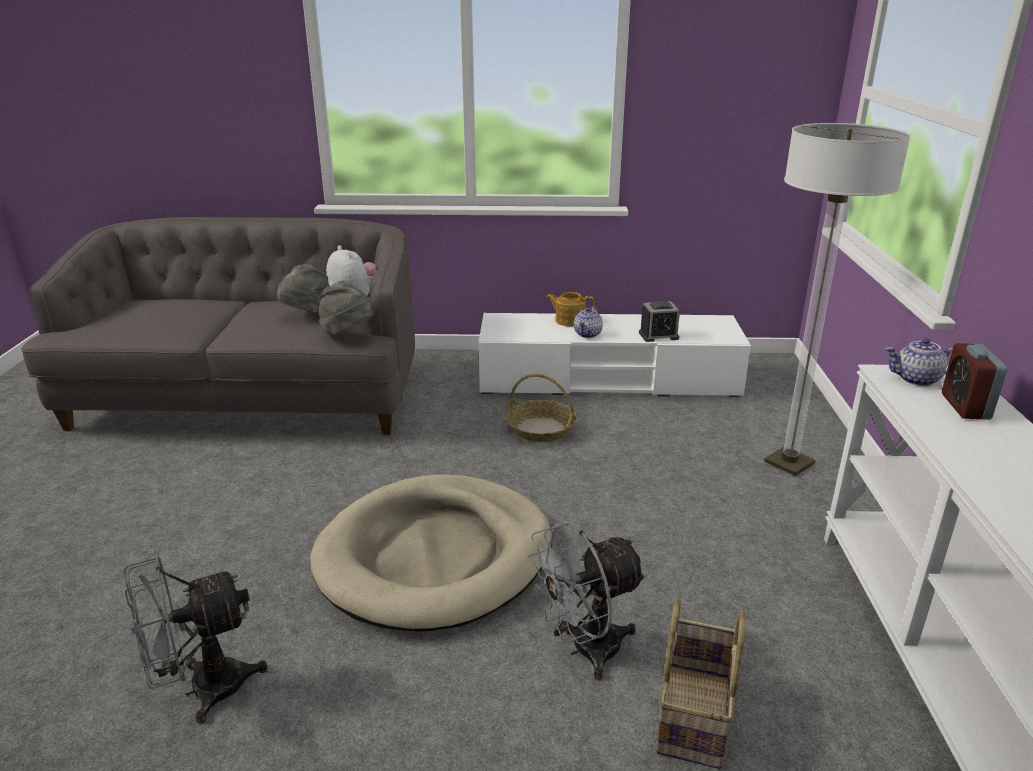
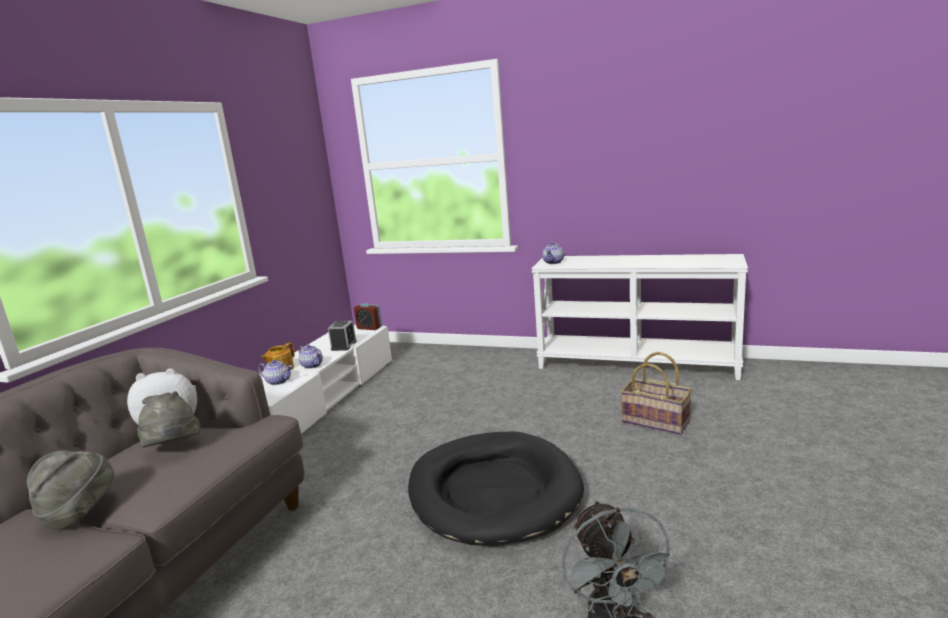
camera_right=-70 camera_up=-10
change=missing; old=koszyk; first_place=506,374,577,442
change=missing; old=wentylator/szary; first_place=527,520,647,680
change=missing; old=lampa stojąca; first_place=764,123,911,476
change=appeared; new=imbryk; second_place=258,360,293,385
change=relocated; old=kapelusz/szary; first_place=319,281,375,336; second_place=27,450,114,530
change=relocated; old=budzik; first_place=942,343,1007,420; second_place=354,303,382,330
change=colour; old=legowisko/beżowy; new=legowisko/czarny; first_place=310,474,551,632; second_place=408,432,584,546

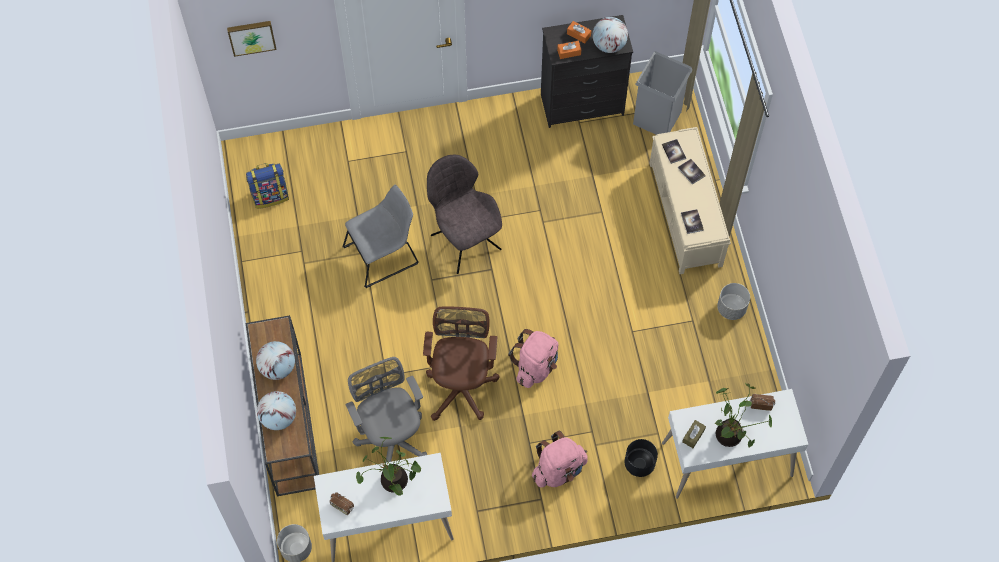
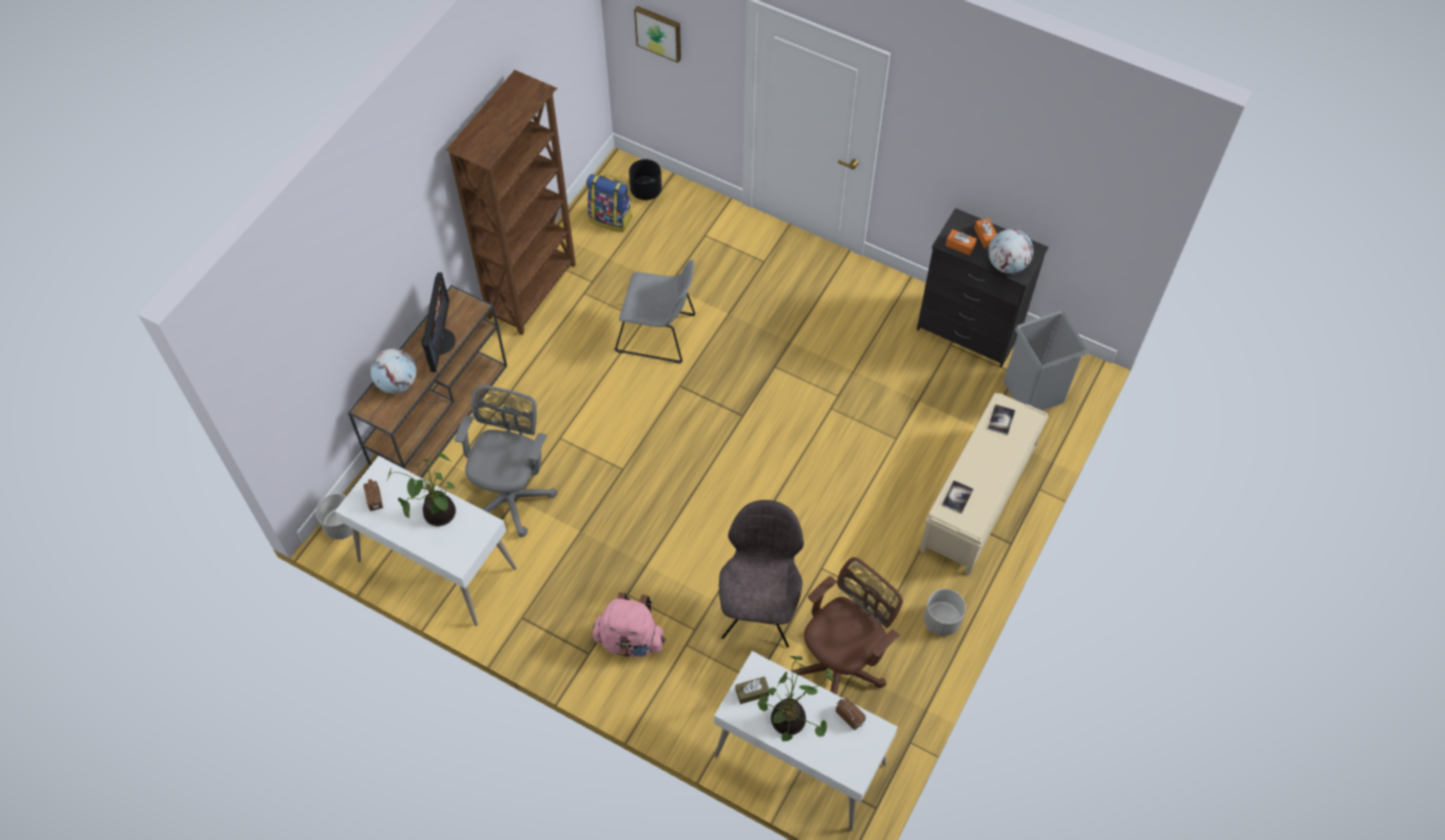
camera_right=40 camera_up=-5
change=missing; old=plecak/różowy; first_place=508,329,558,388
change=missing; old=książka; first_place=678,159,706,185
change=appeared; new=regał/brązowy; second_place=445,70,576,335
change=relocated; old=krzesło biurowe/brązowy; first_place=423,306,499,421; second_place=793,557,903,695
change=relocated; old=krzesło/szary; first_place=427,155,502,274; second_place=719,500,804,648
change=relocated; old=donica/czarny; first_place=625,439,658,477; second_place=629,159,662,200
change=exchanged; old=globus; new=monitor; first_place=256,341,295,380; second_place=421,272,456,373

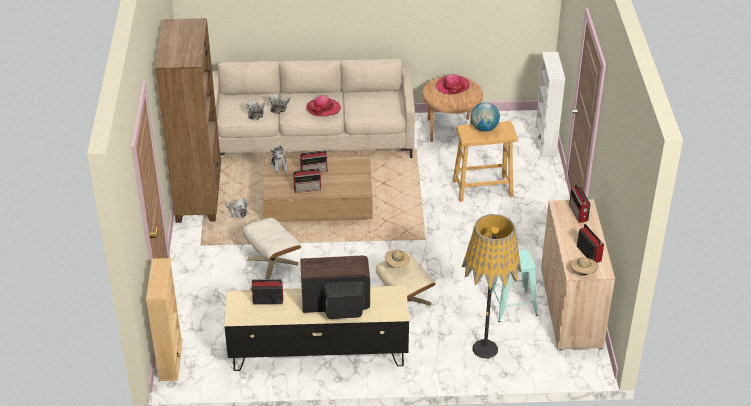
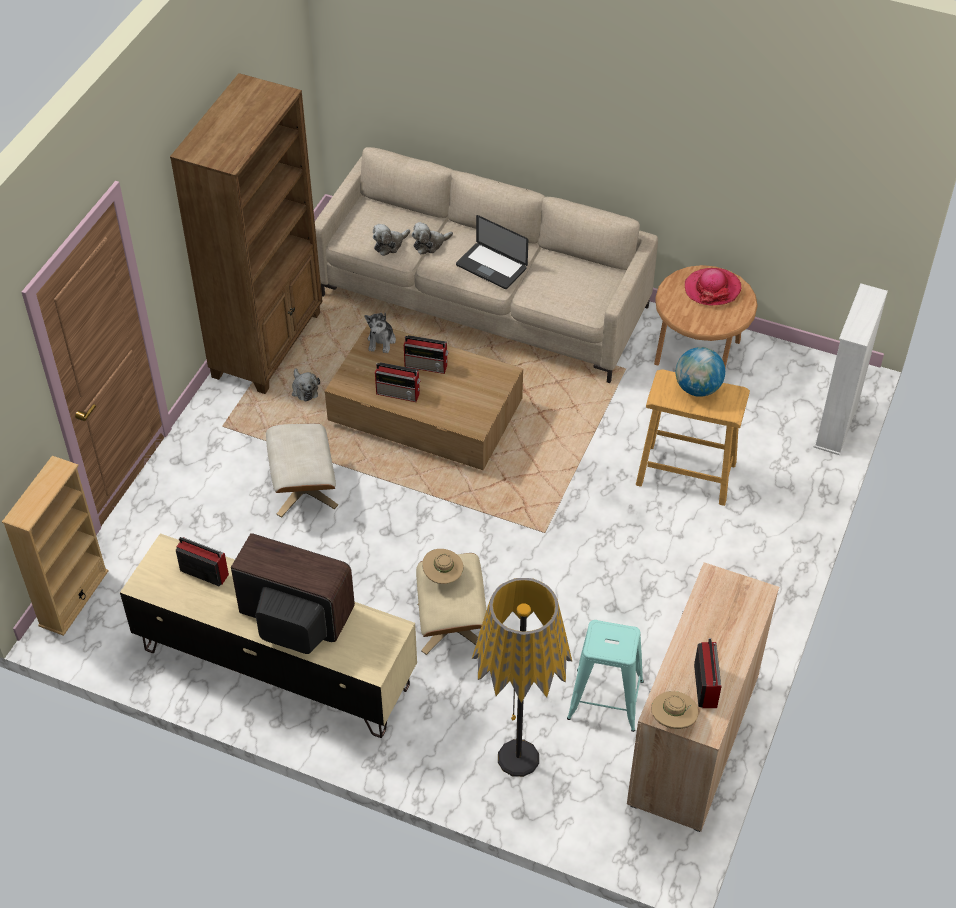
camera_right=25 camera_up=10
change=missing; old=radio; first_place=569,184,591,223
change=exchanged; old=kapelusz; new=laptop; first_place=306,95,341,116; second_place=456,215,528,289

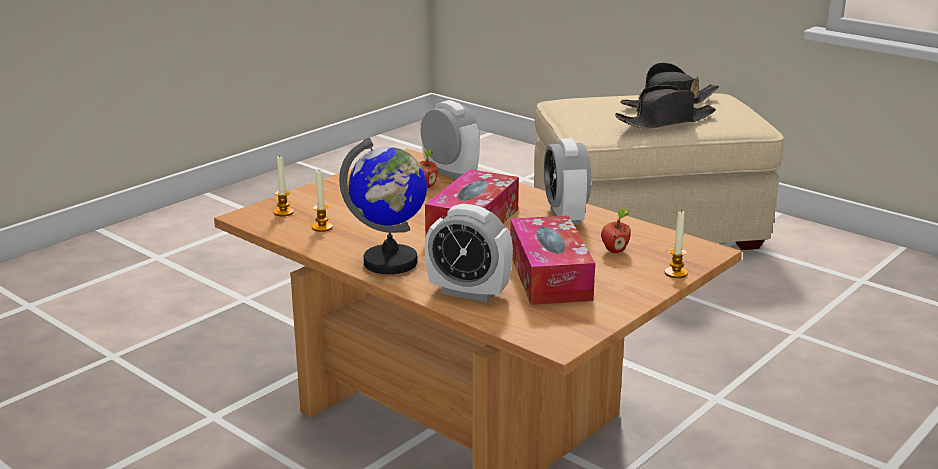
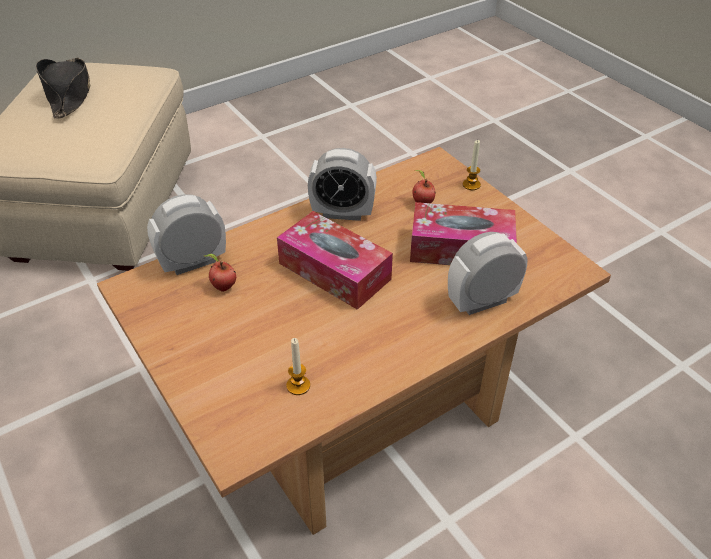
camera_right=-75 camera_up=20
change=missing; old=świeca; first_place=273,155,294,216
change=missing; old=globus; first_place=339,138,427,274
change=missing; old=kapelusz/czarny; first_place=615,85,716,129
change=spun; old=budzik; first_place=425,204,513,302; second_place=448,232,528,315; degrees=-150

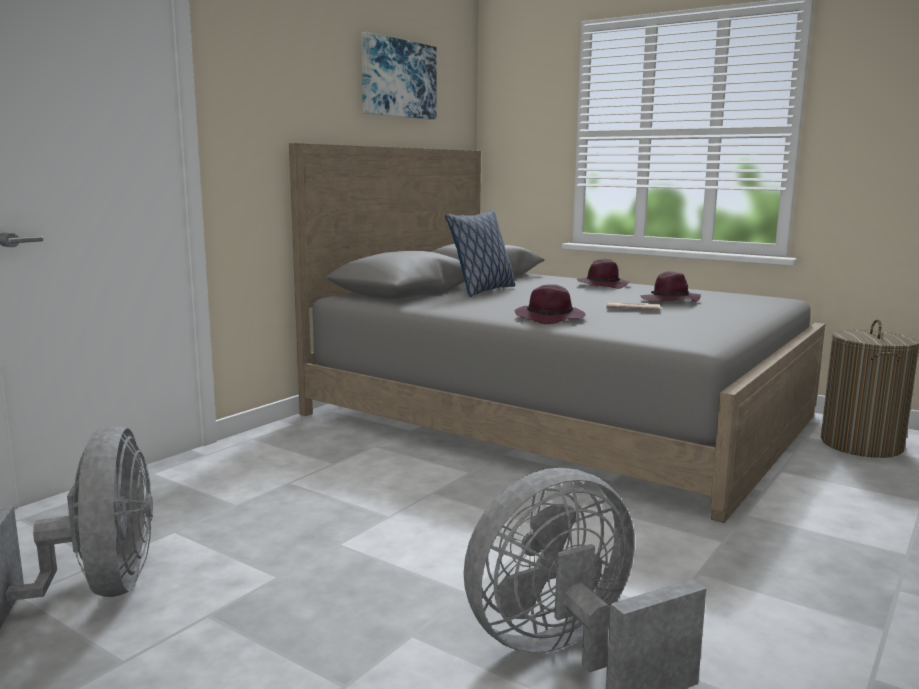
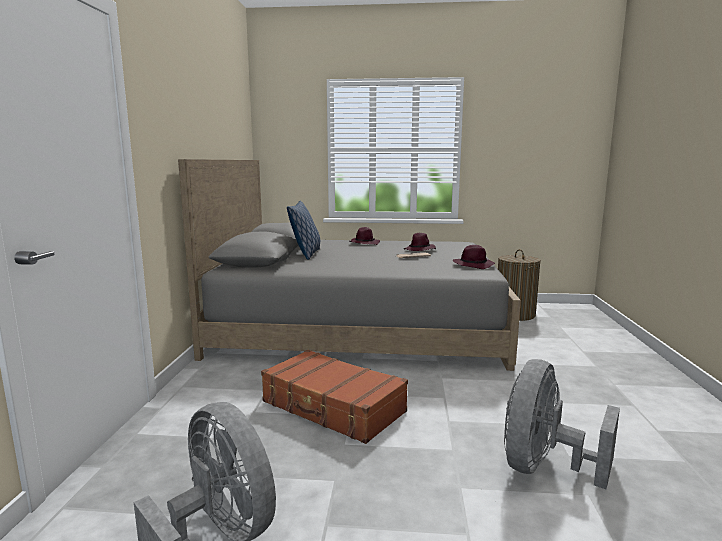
camera_right=-30 camera_up=0
change=missing; old=obraz; first_place=361,32,436,120
change=appeared; new=walizka/brązowy; second_place=261,350,408,444
change=relocated; old=kapelusz/fioletowy; first_place=515,284,586,324; second_place=453,245,495,269

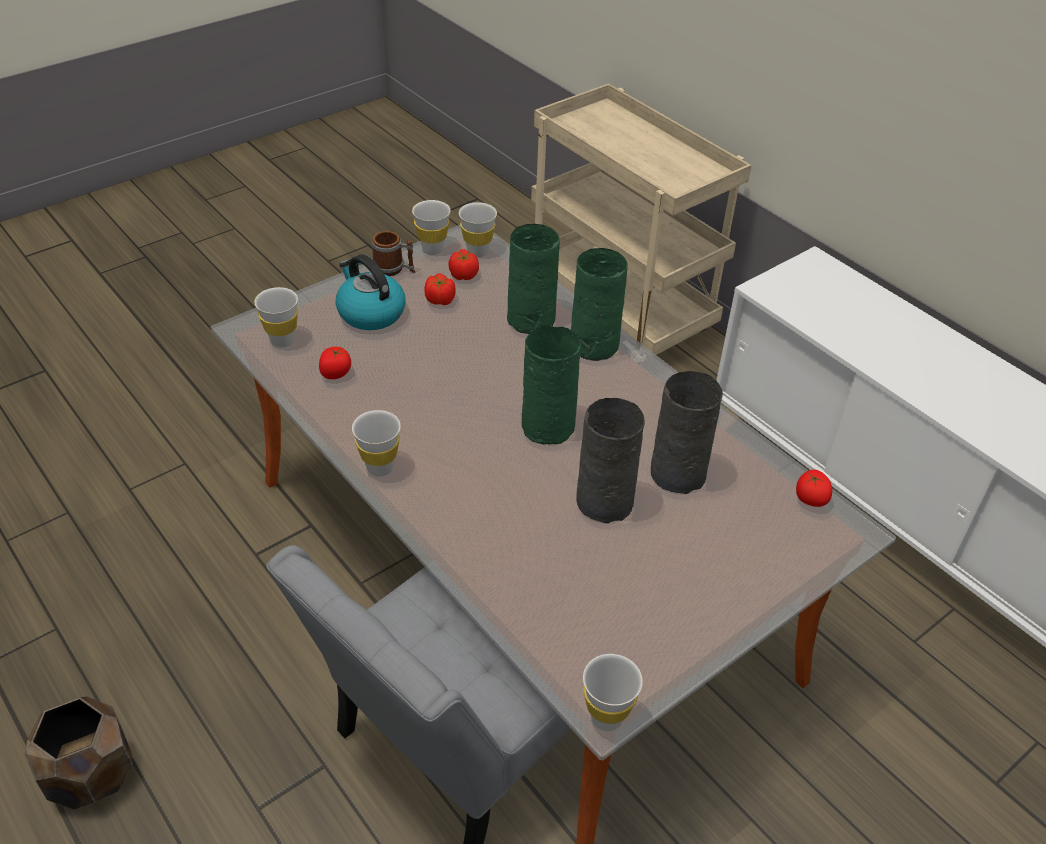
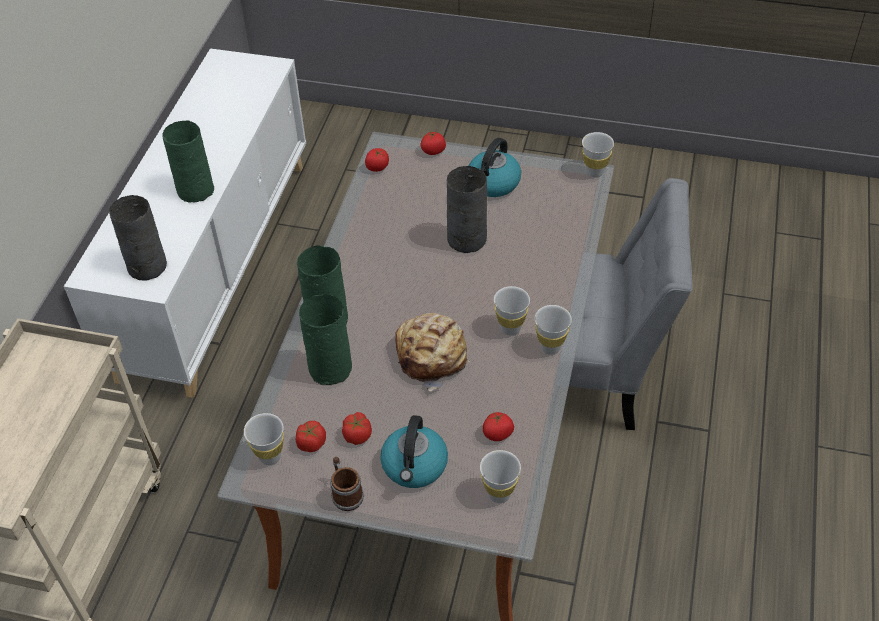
camera_right=-125 camera_up=5
change=missing; old=donica/brązowy; first_place=25,696,132,810
change=appeared; new=chleb; second_place=395,313,470,391
change=appeared; new=pomidor; second_place=421,131,446,155
change=appeared; new=czajnik; second_place=469,138,521,197
change=relocated; old=filiżanka/biały; first_place=412,200,450,255; second_place=494,286,530,336
change=relocated; old=wazon/zielony; first_place=522,325,581,445; second_place=162,120,214,203
change=relocated; old=wazon/szary; first_place=651,371,723,494; second_place=109,195,167,281

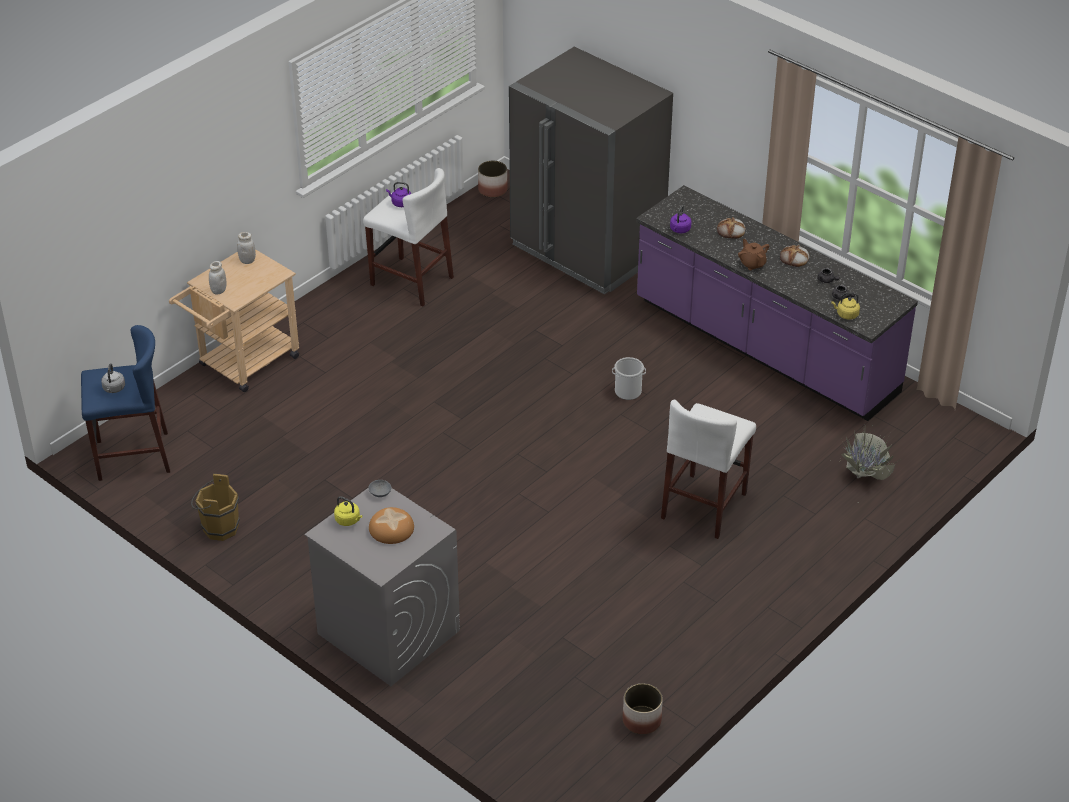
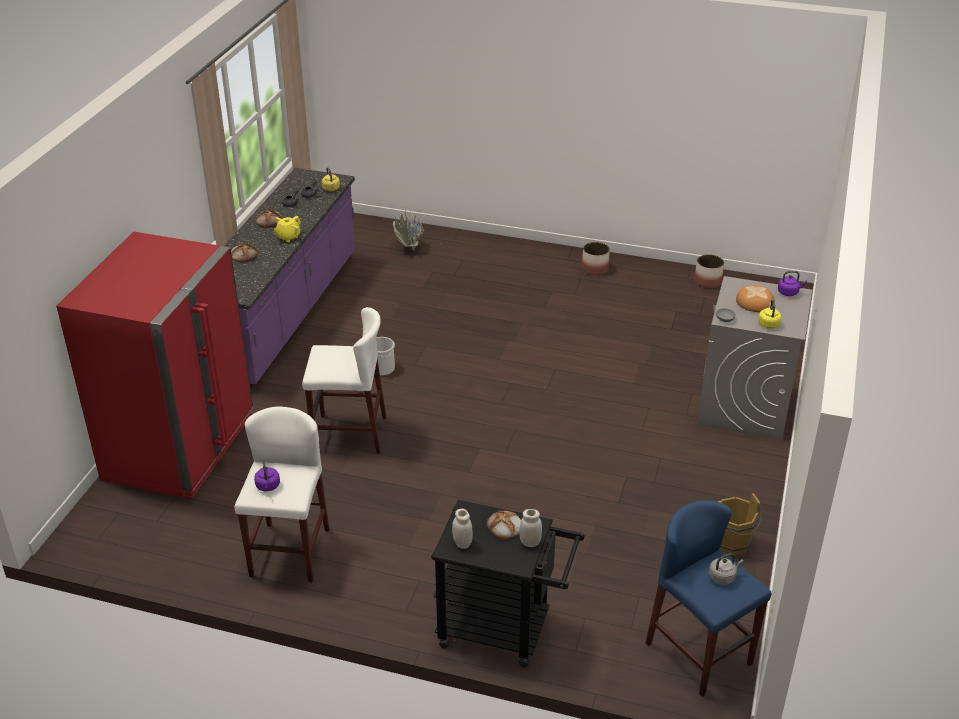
camera_right=-115 camera_up=-5
change=appeared; new=chleb; second_place=487,510,521,540
change=relocated; old=donica; first_place=478,161,508,197; second_place=582,242,610,275
change=relocated; old=stołek/biały; first_place=661,399,756,539; second_place=302,307,386,453
change=relocated; old=czajnik/fioletowy; first_place=670,206,692,233; second_place=778,271,807,296
change=colour; old=wózek/beżowy; new=wózek/czarny; first_place=169,249,299,392; second_place=431,500,585,667
change=colour; old=lodówka/szary; new=lodówka/czerwony; first_place=509,47,673,295; second_place=56,232,253,498
change=colour; old=imbryk/brązowy; new=imbryk/żółty; first_place=738,239,769,270; second_place=274,216,301,242

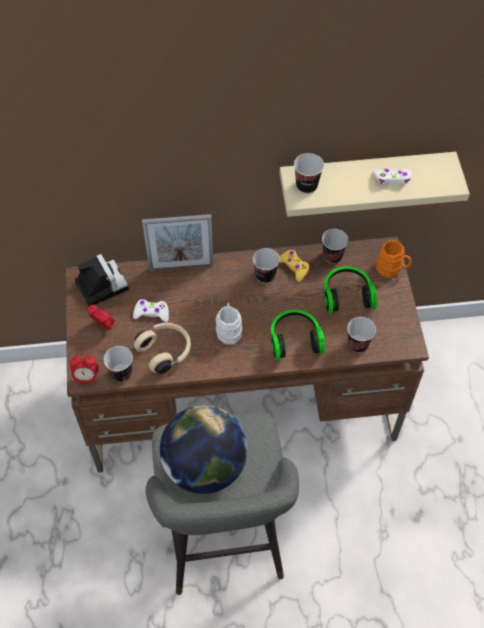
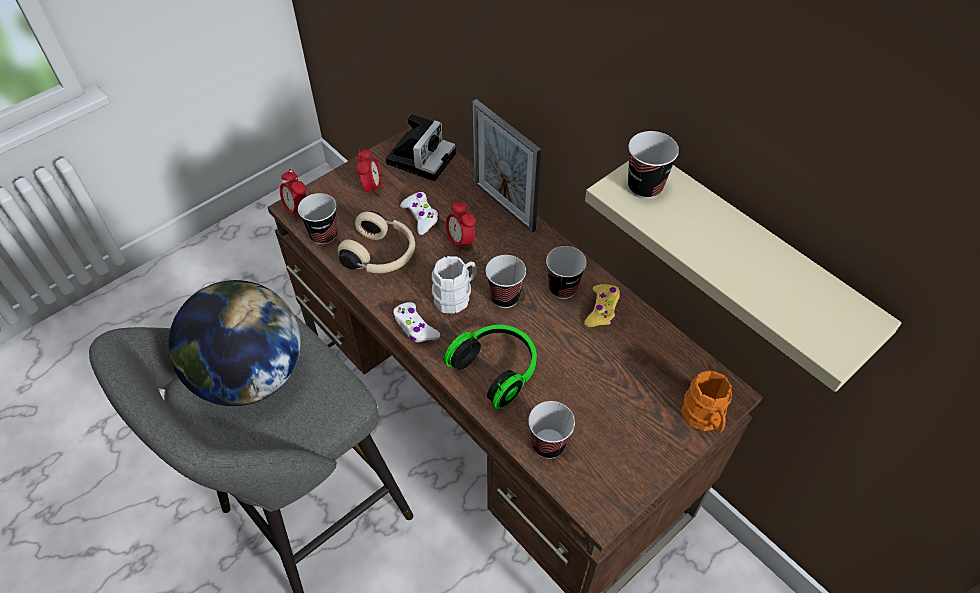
camera_right=55 camera_up=-5
change=missing; old=słuchawki; first_place=324,266,377,314
change=appeared; new=budzik; second_place=446,200,476,252
change=relocated; old=filiżanka; first_place=322,229,348,264; second_place=485,255,526,308
change=relocated; old=pad do gier/biały; first_place=373,169,412,185; second_place=392,302,440,342

